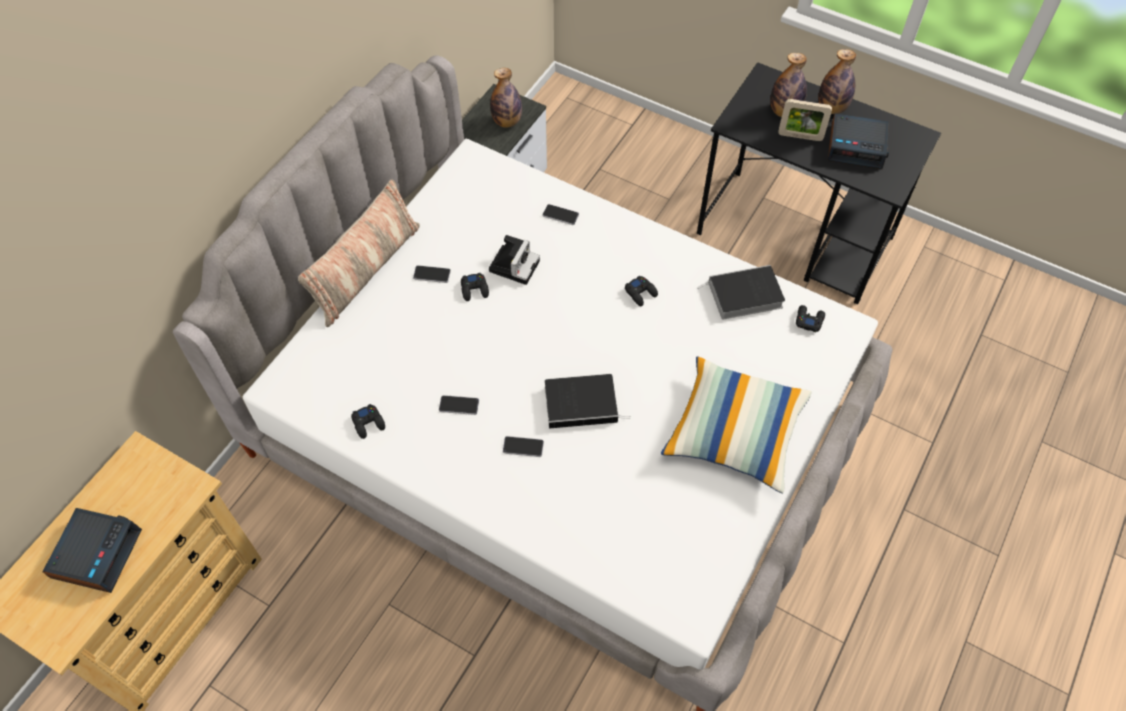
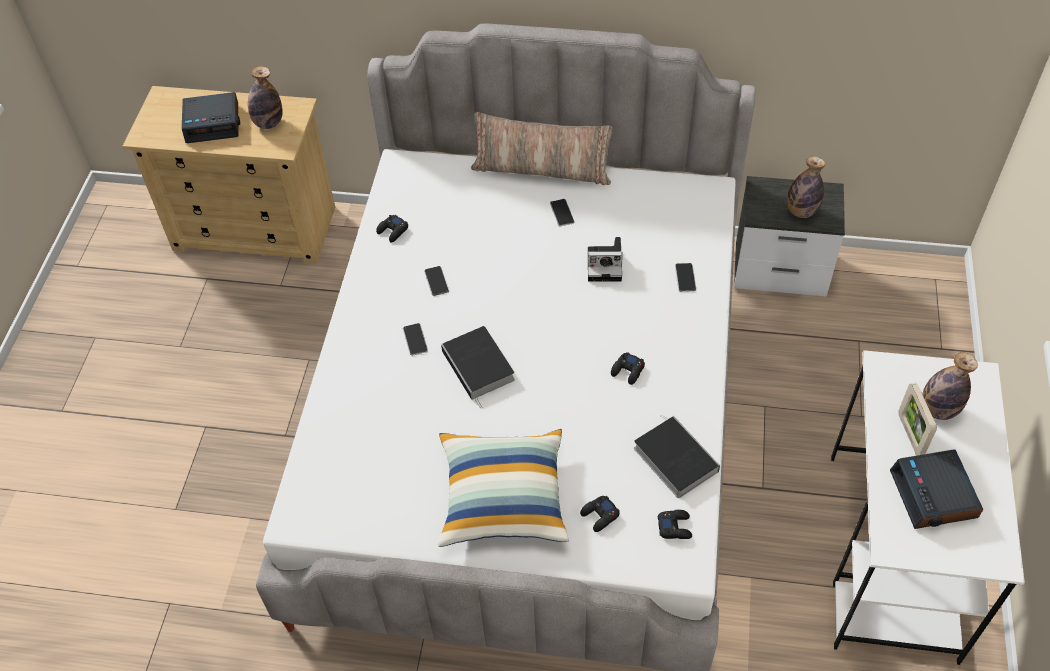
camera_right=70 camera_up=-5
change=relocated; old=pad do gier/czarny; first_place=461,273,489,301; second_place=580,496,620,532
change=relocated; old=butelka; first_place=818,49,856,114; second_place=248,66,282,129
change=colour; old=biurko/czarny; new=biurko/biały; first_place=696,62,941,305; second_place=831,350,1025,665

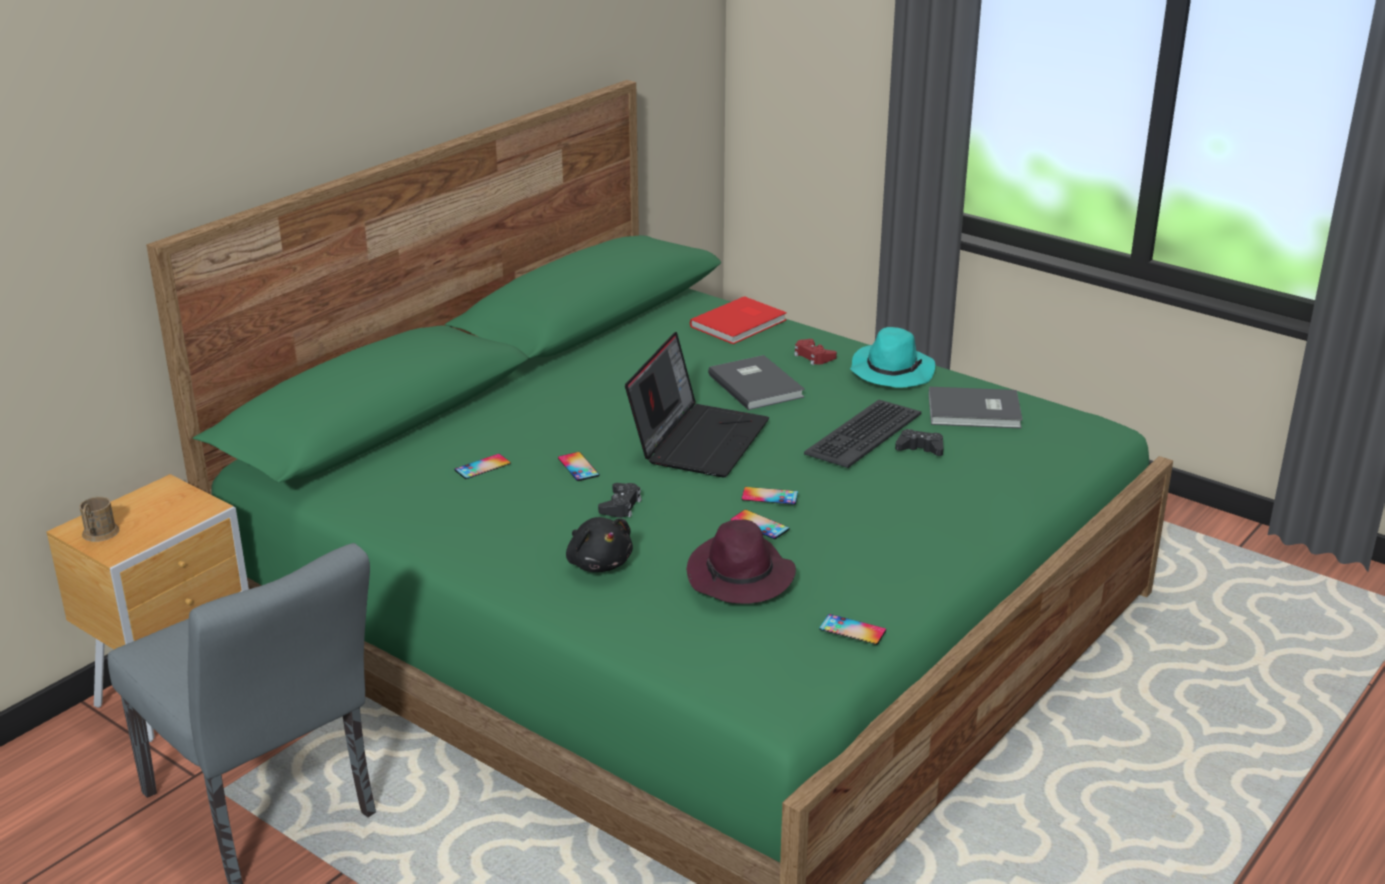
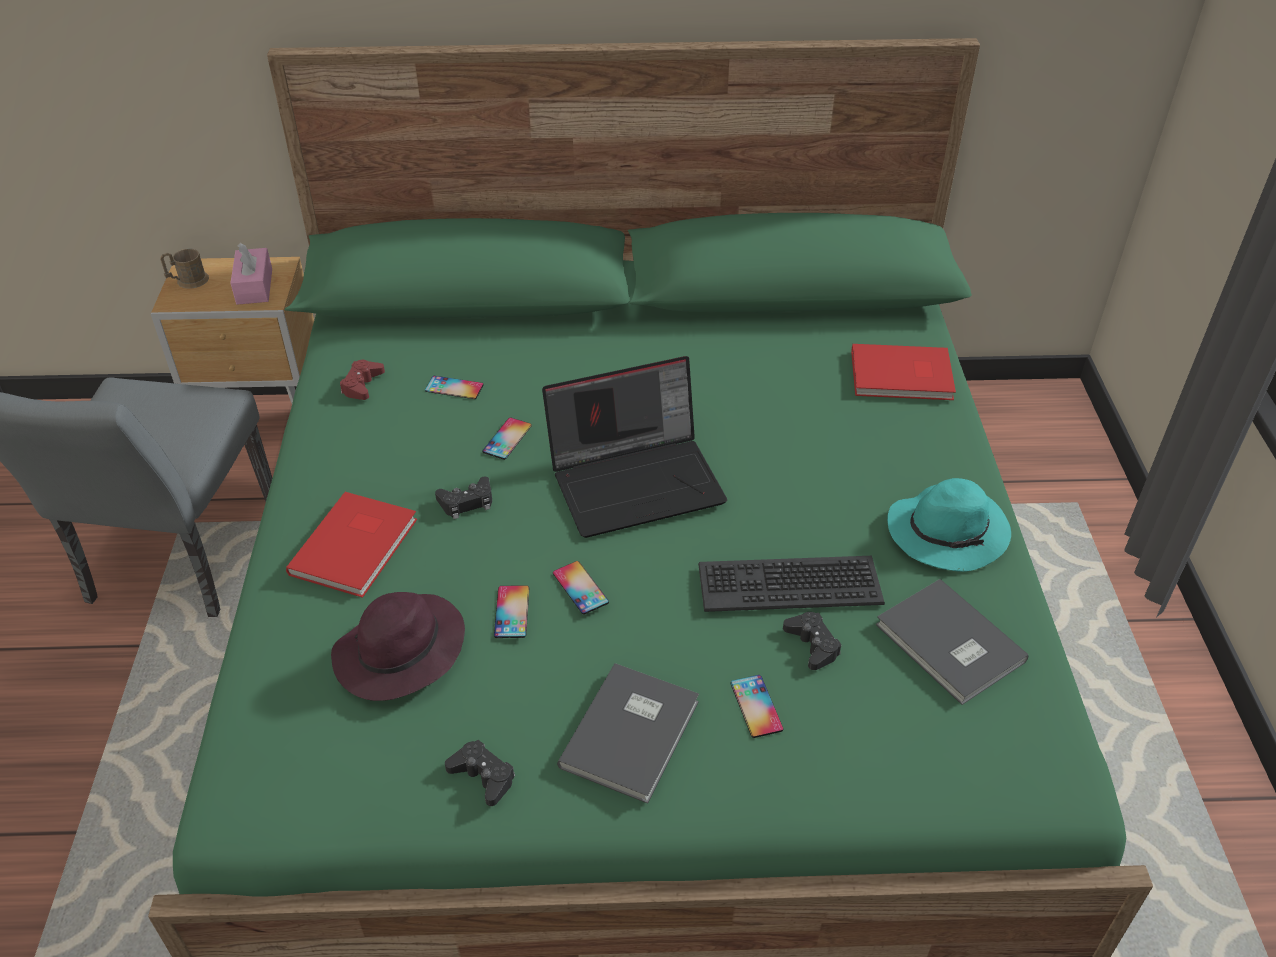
camera_right=50 camera_up=15
change=appeared; new=pudełko chusteczek/różowy; second_place=230,243,272,305
change=appeared; new=pad do gier/czarny; second_place=445,740,515,806
change=relocated; old=książka/szary; first_place=708,355,805,410; second_place=557,663,699,804
change=relocated; old=pad do gier/czerwony; first_place=794,339,837,365; second_place=340,360,385,400
change=relocated; old=telefon; first_place=819,614,886,645; second_place=730,675,783,738
change=exchanged; old=pluszak/czarny; new=książka/czerwony; first_place=566,517,633,572; second_place=286,492,417,598

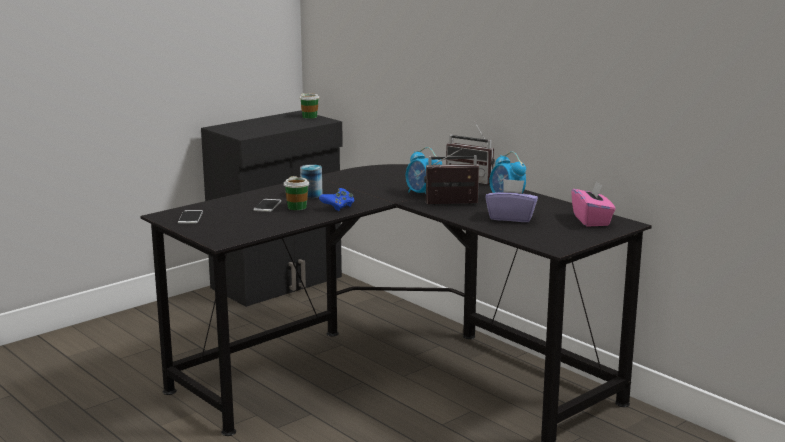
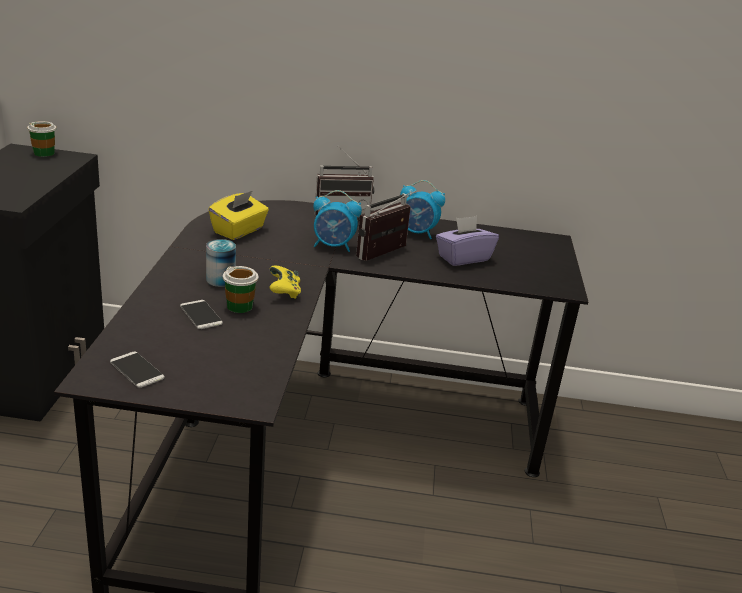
camera_right=-45 camera_up=10
change=missing; old=pudełko chusteczek/różowy; first_place=571,181,615,227
change=appeared; new=pudełko chusteczek/żółty; second_place=208,191,269,240
change=colour; old=pad do gier/niebieski; new=pad do gier/żółty; first_place=319,188,354,211; second_place=269,266,301,299

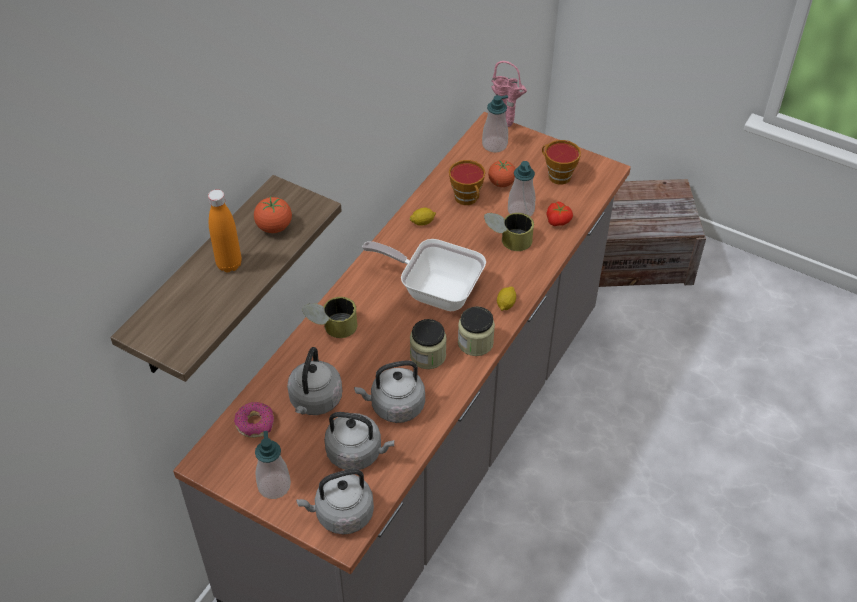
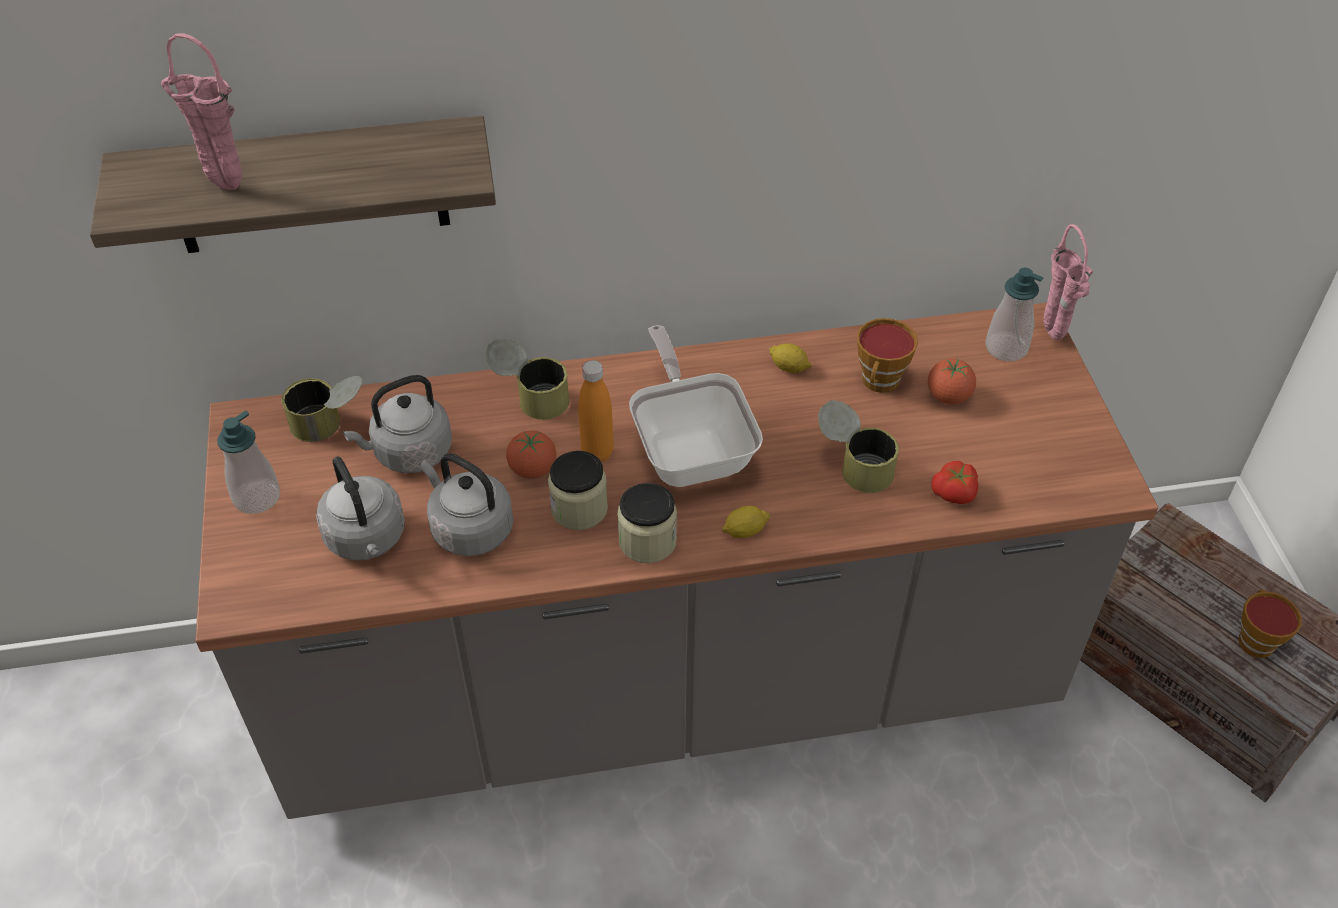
camera_right=50 camera_up=0
change=missing; old=czajnik/szary; first_place=296,469,374,535
change=missing; old=dozownik mydła; first_place=508,161,535,217
change=appeared; new=wazon/różowy; second_place=161,33,242,190
change=relocated; old=butelka/pomarańczowy; first_place=208,190,242,272; second_place=578,360,614,461
change=relocated; old=pomidor; first_place=254,196,292,233; second_place=506,431,556,479
change=relocated; old=filiżanka; first_place=542,140,581,185; second_place=1238,590,1302,658
change=exchanged; old=donut; new=puszka; first_place=234,402,274,438; second_place=281,376,363,442

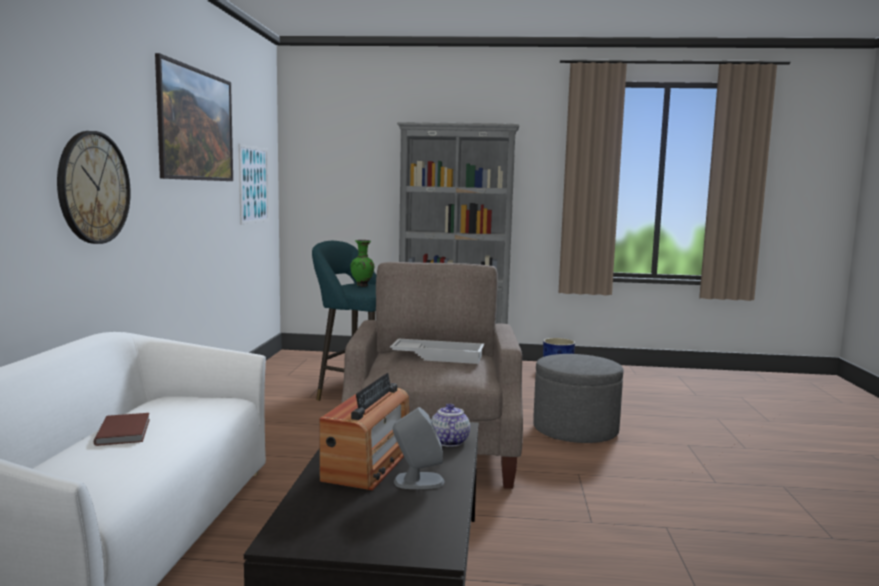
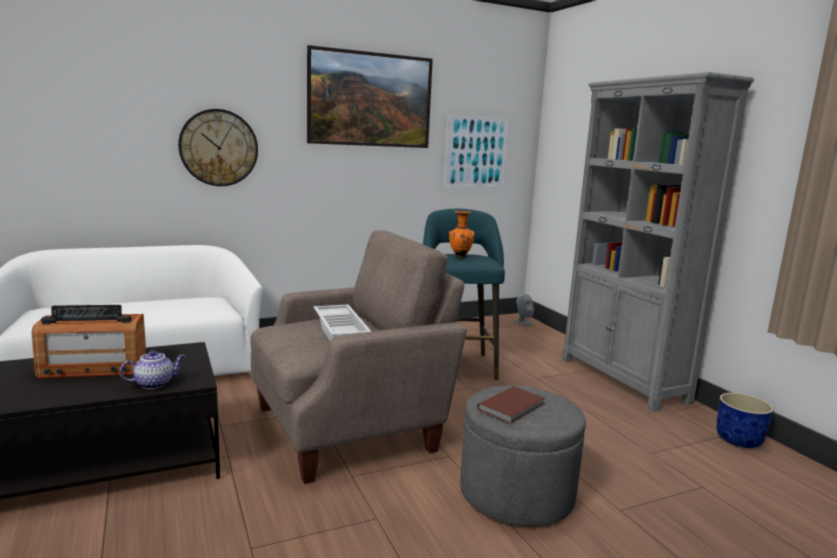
camera_right=60 camera_up=5
change=relocated; old=książka/brązowy; first_place=94,413,150,446; second_place=477,386,545,424
change=relocated; old=głośnik/szary; first_place=393,407,444,489; second_place=514,294,534,326
change=colour; old=wazon/zielony; new=wazon/pomarańczowy; first_place=350,240,374,287; second_place=449,210,474,258

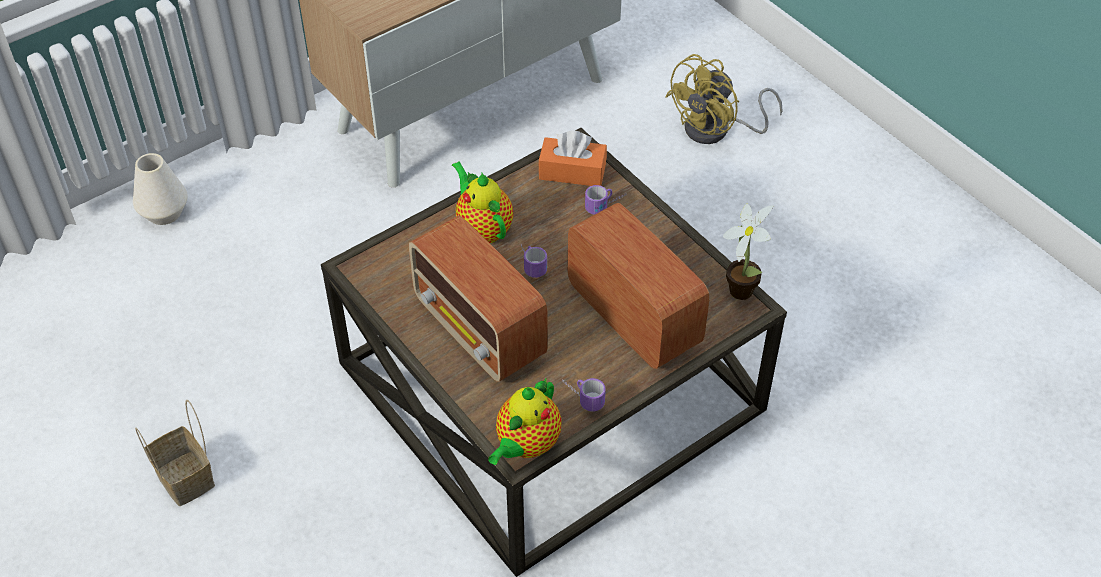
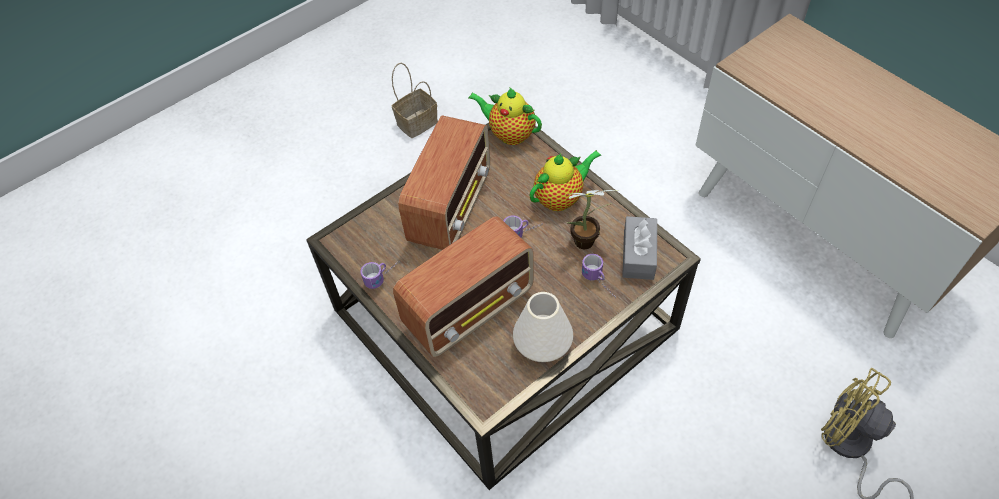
camera_right=90 camera_up=5
change=relocated; old=wazon/biały; first_place=133,153,188,225; second_place=513,292,573,362
change=relocated; old=imbryk; first_place=488,378,562,465; second_place=468,87,542,145
change=relocated; old=roślina doniczkowa; first_place=723,203,773,300; second_place=564,190,616,249
change=colour; old=pudełko chusteczek/pomarańczowy; new=pudełko chusteczek/szary; first_place=538,131,607,186; second_place=622,216,657,280
change=spun; old=radio; first_place=409,216,548,382; second_place=398,116,490,250; degrees=150

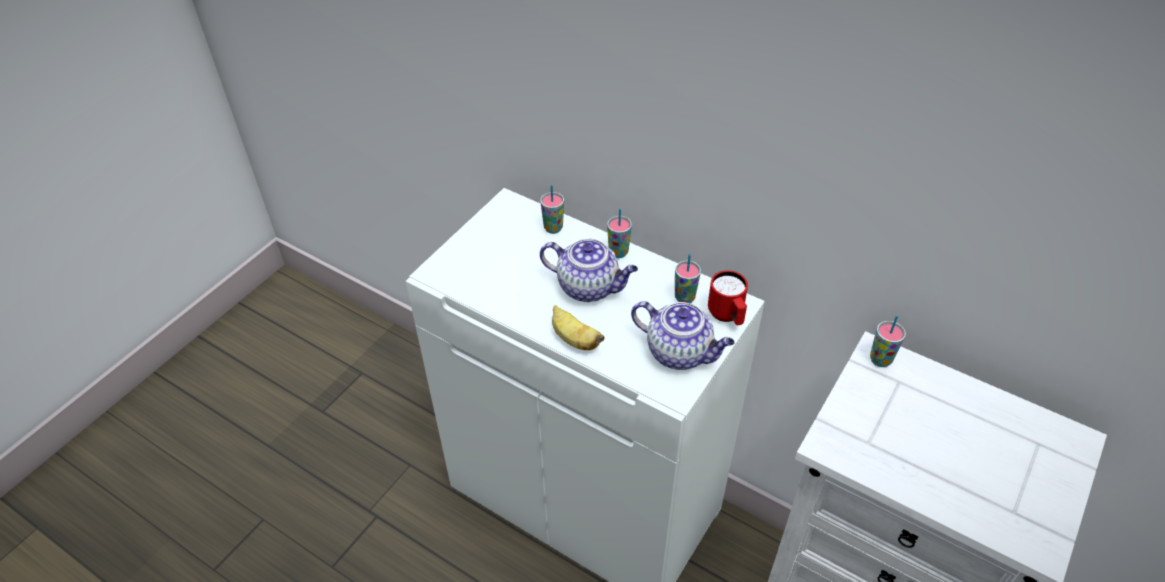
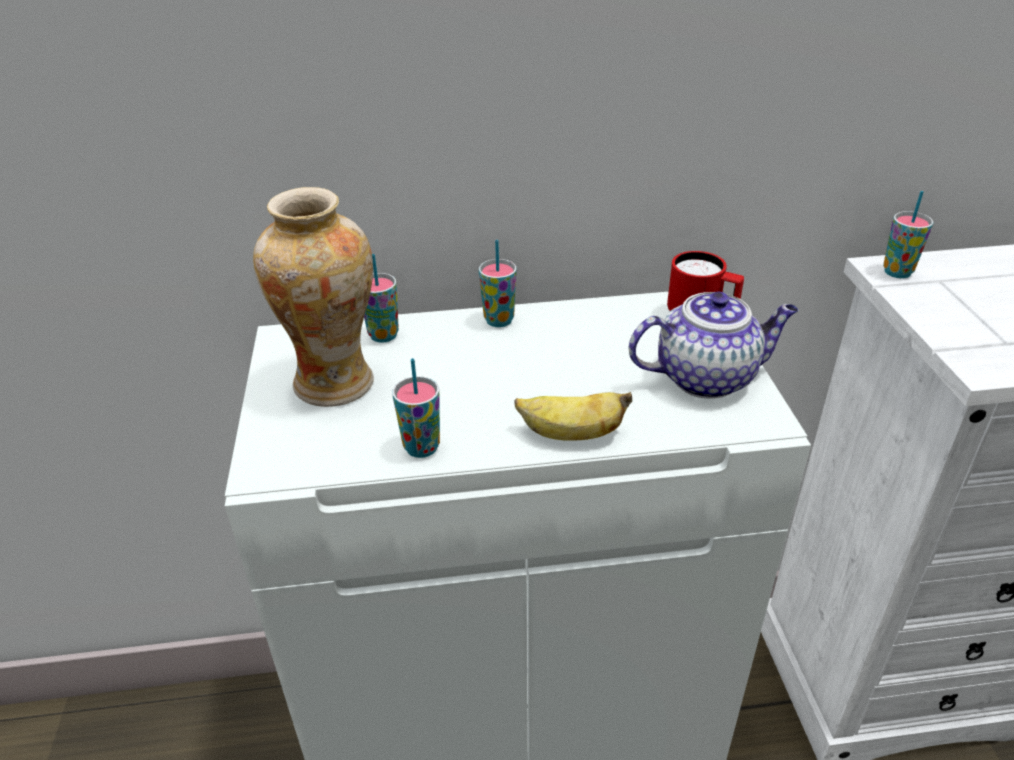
camera_right=-40 camera_up=-10
change=missing; old=imbryk; first_place=540,239,638,302
change=appeared; new=wazon; second_place=253,187,374,407
change=relocated; old=filiżanka; first_place=675,254,701,303; second_place=392,358,440,458

